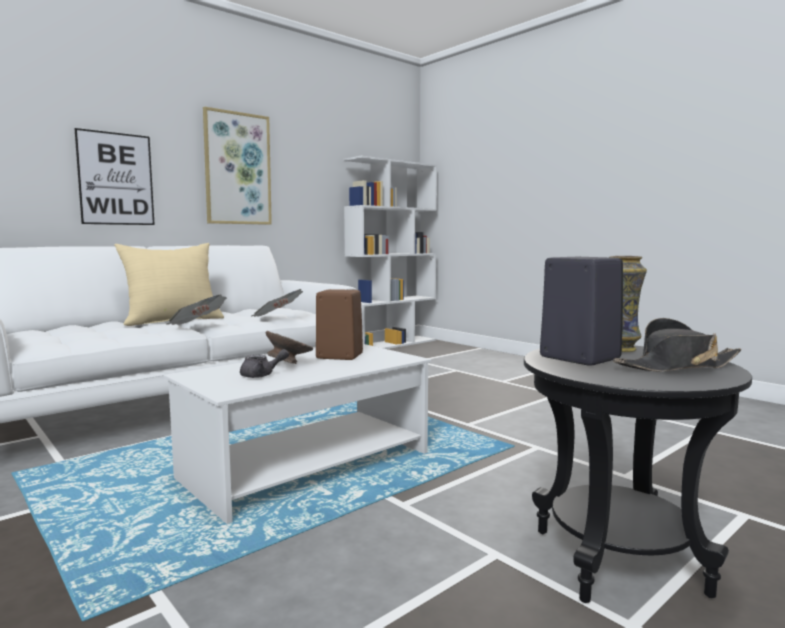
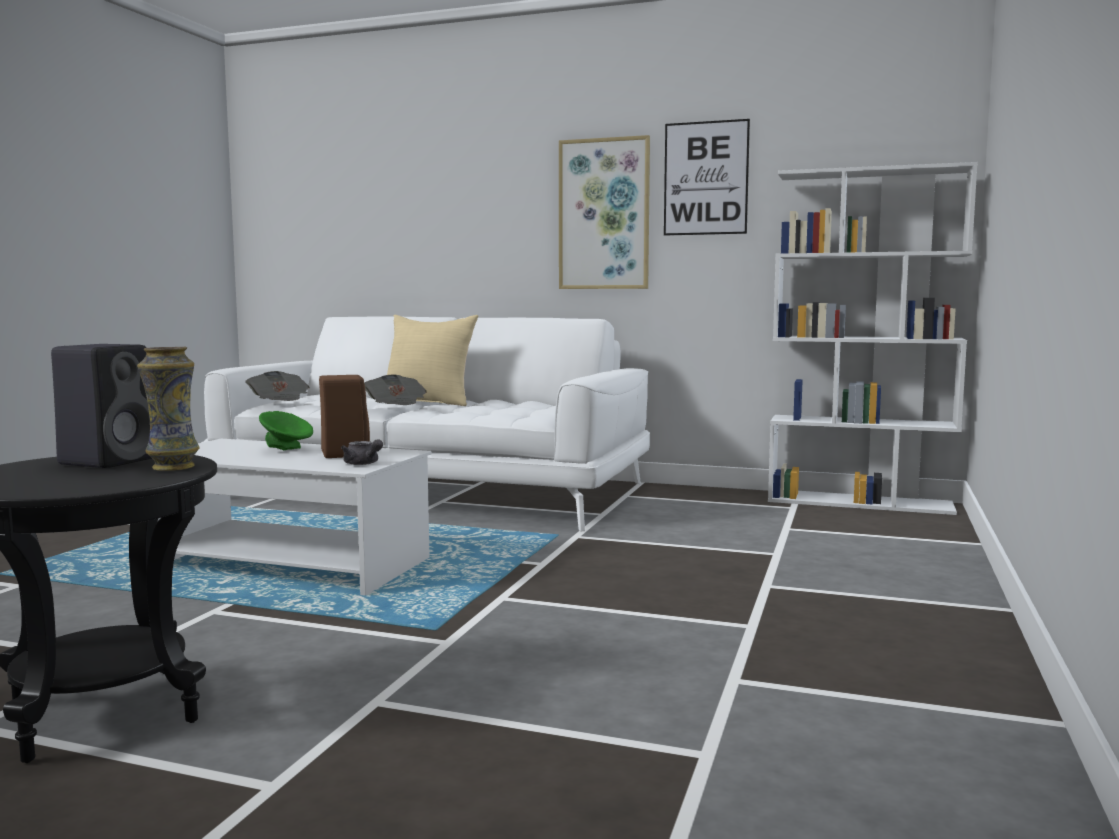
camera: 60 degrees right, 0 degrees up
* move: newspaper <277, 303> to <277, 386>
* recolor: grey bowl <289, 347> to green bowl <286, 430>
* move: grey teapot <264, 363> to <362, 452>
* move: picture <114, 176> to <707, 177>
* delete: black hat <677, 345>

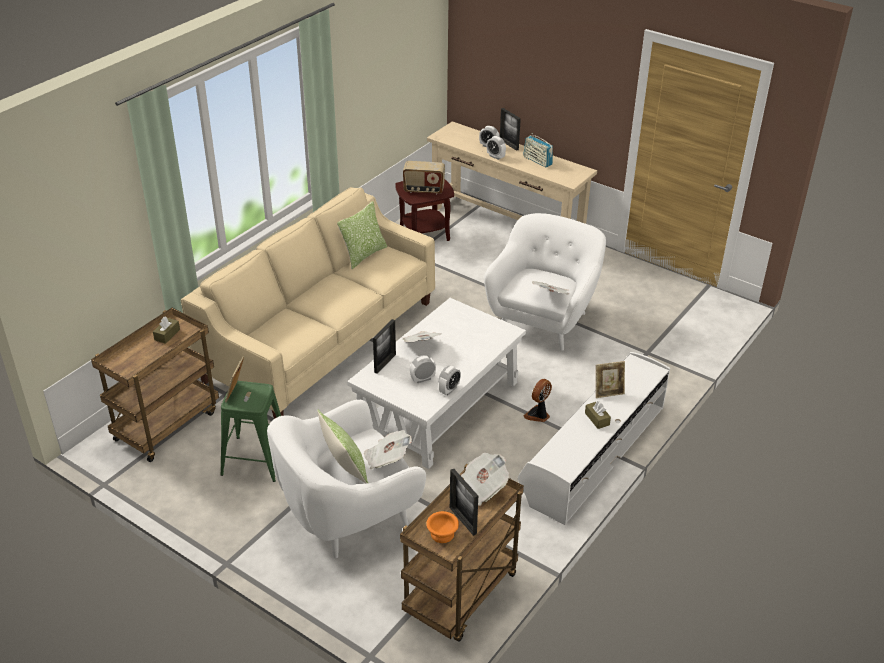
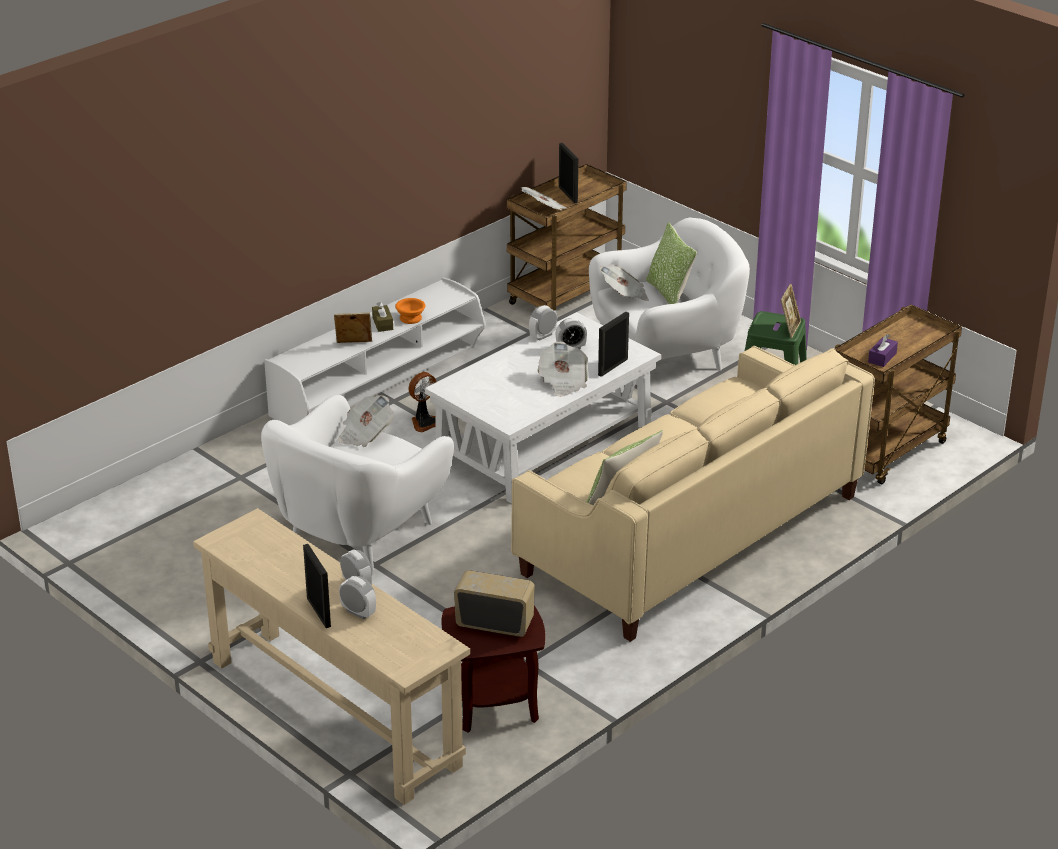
camera: 170 degrees left, 5 degrees down
* move: orange bowl <442, 527> to <410, 311>
* recolor: brown tissue box <166, 330> to purple tissue box <883, 350>
* delete: radio <538, 150>

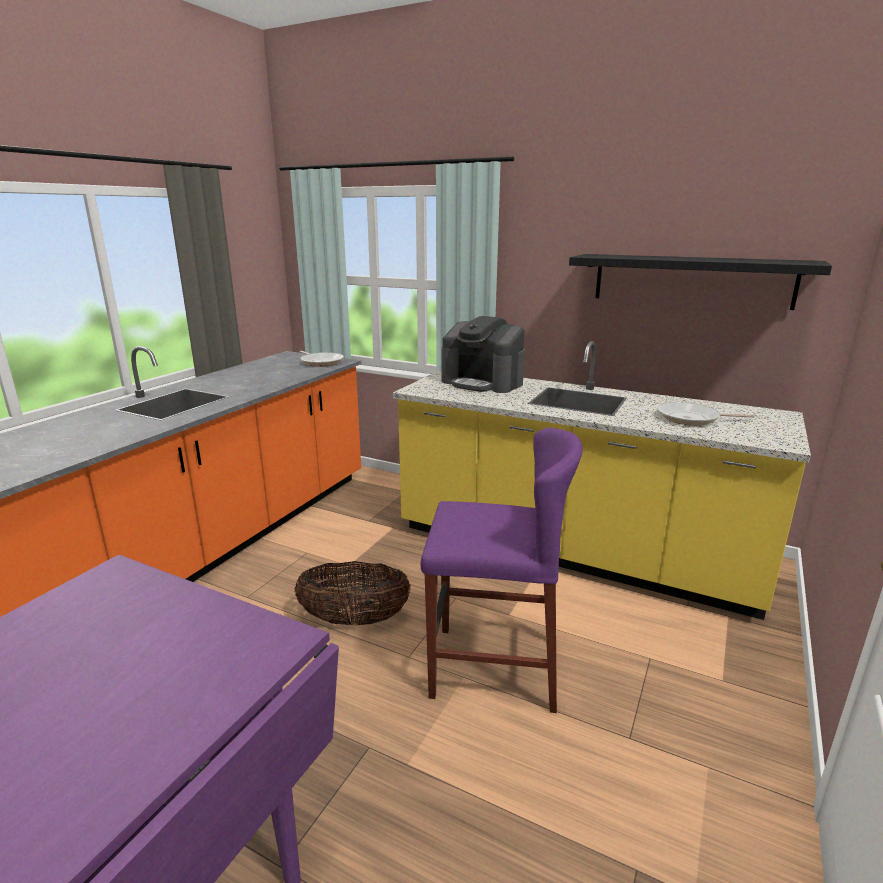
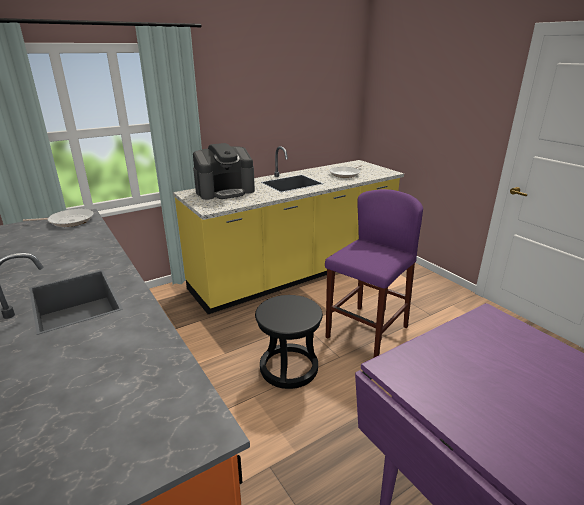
camera: 60 degrees left, 5 degrees up
* replace: basket <353, 593> to black stool <289, 342>
* delete: black shelf <700, 282>

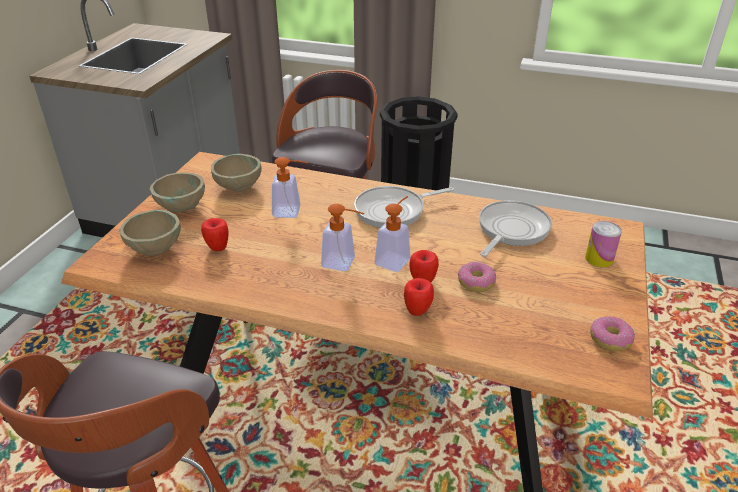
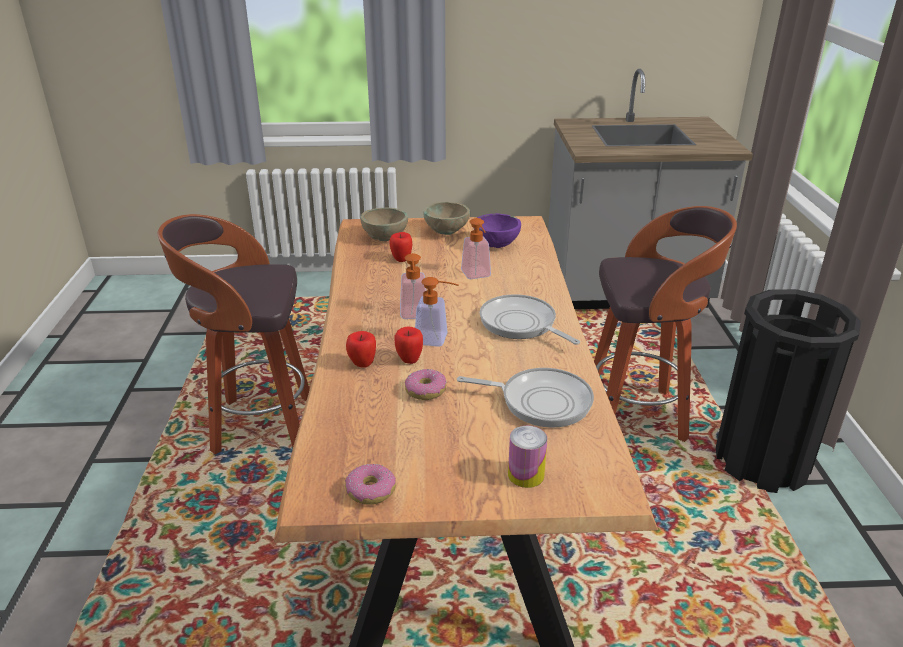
camera: 70 degrees right, 5 degrees down
* recolor: beige bowl <236, 173> to purple bowl <499, 230>

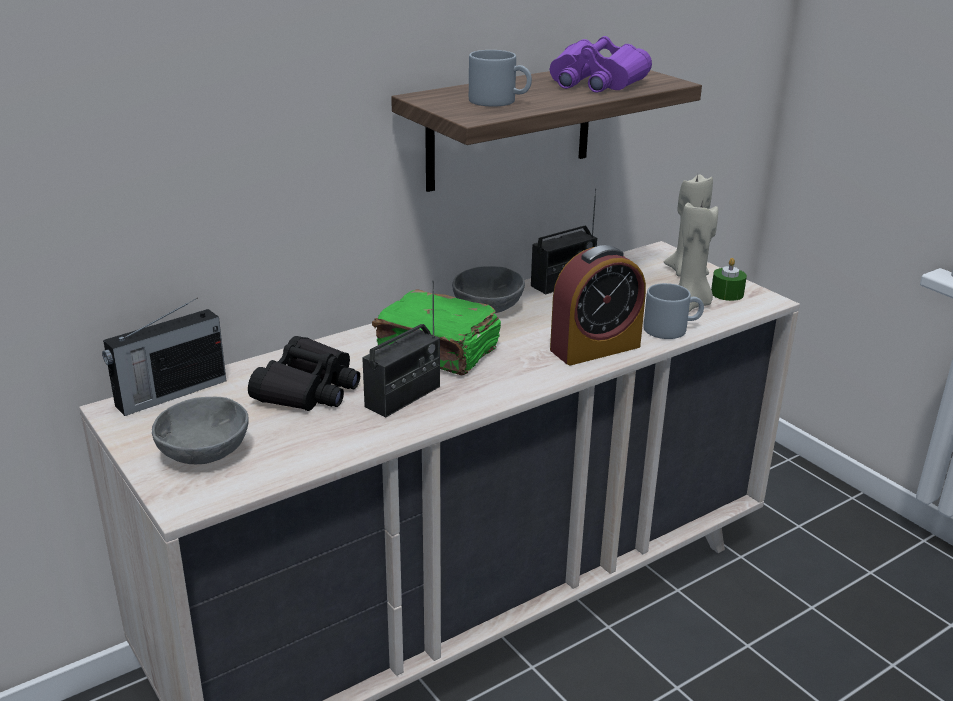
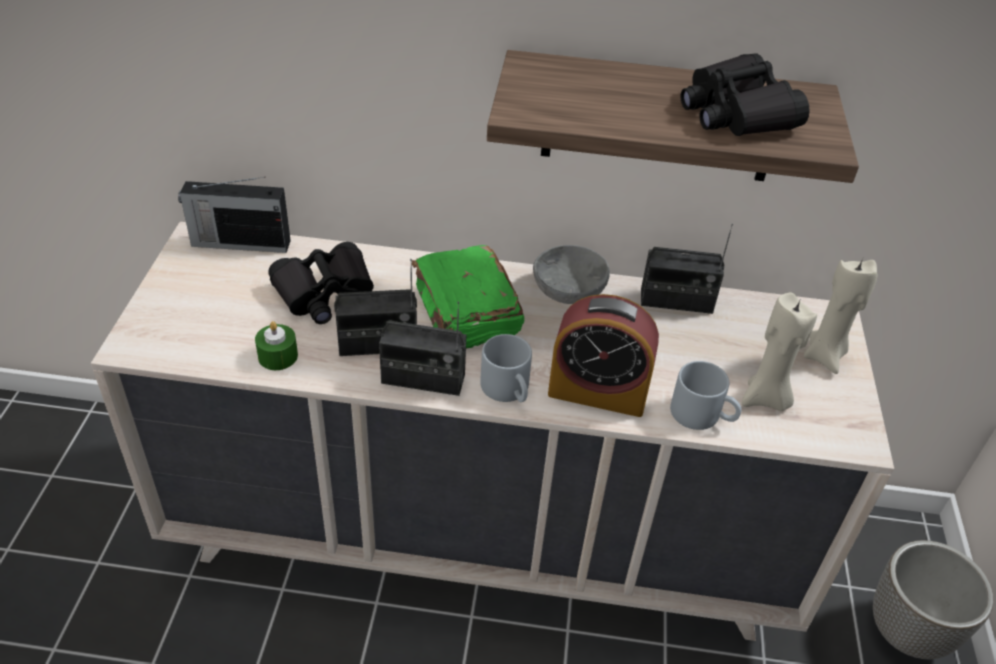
camera: 40 degrees right, 15 degrees up
* move: green candle <729, 279> to <276, 345>
* insert: radio <422, 348>
* move: grey mug <500, 78> to <506, 368>
* recolor: purple binoculars <601, 64> to black binoculars <745, 94>
* insert: planter <933, 599>
* delete: grey bowl <200, 430>

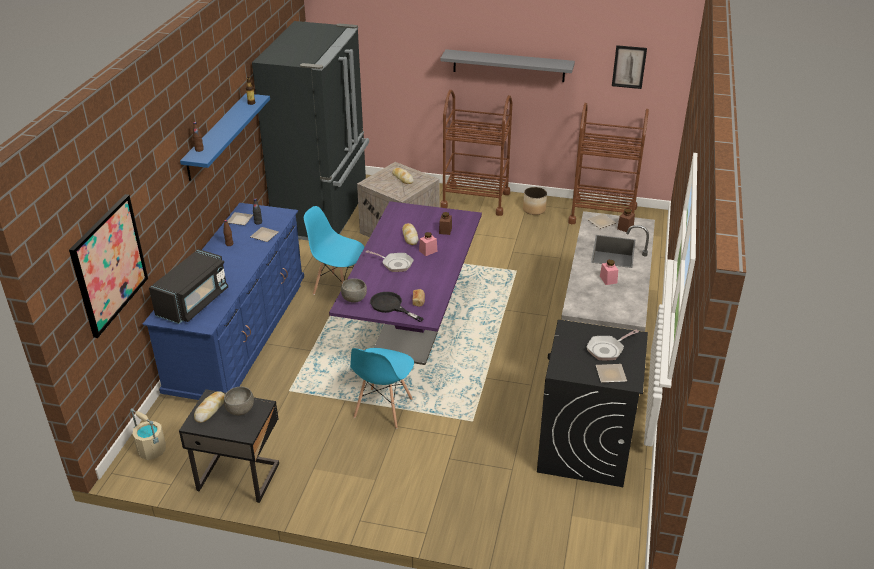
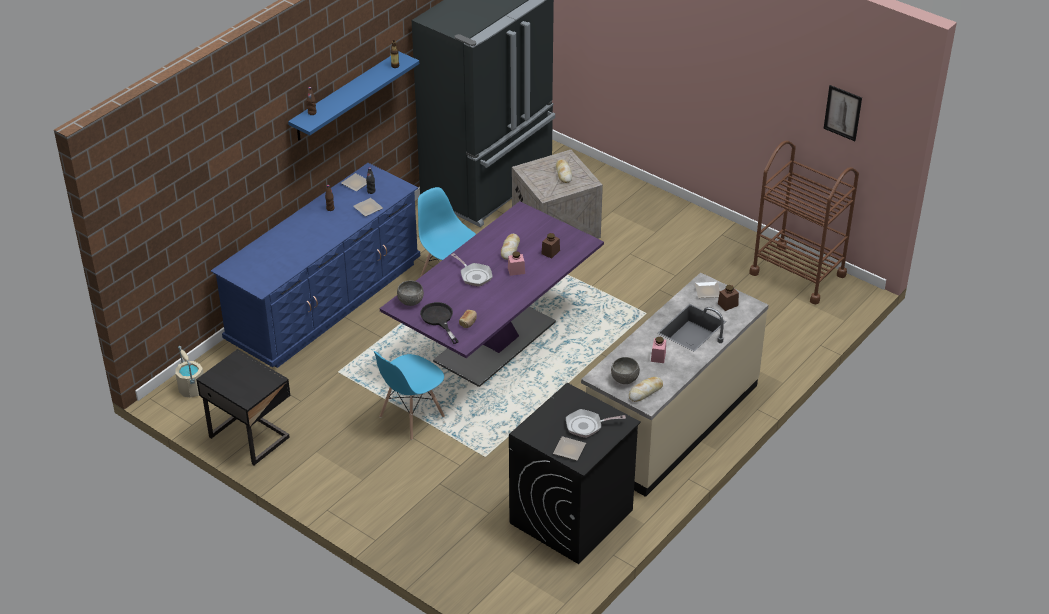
camera: 25 degrees right, 5 degrees up
* move: grey bowl <239, 401> to <625, 370>
* move: bread <209, 407> to <646, 389>
* delete: picture <108, 266>
* delete: black microwave <188, 286>
* delete: grey shelf <507, 65>
* delete: brown cart <476, 153>
* delete: planter <535, 201>

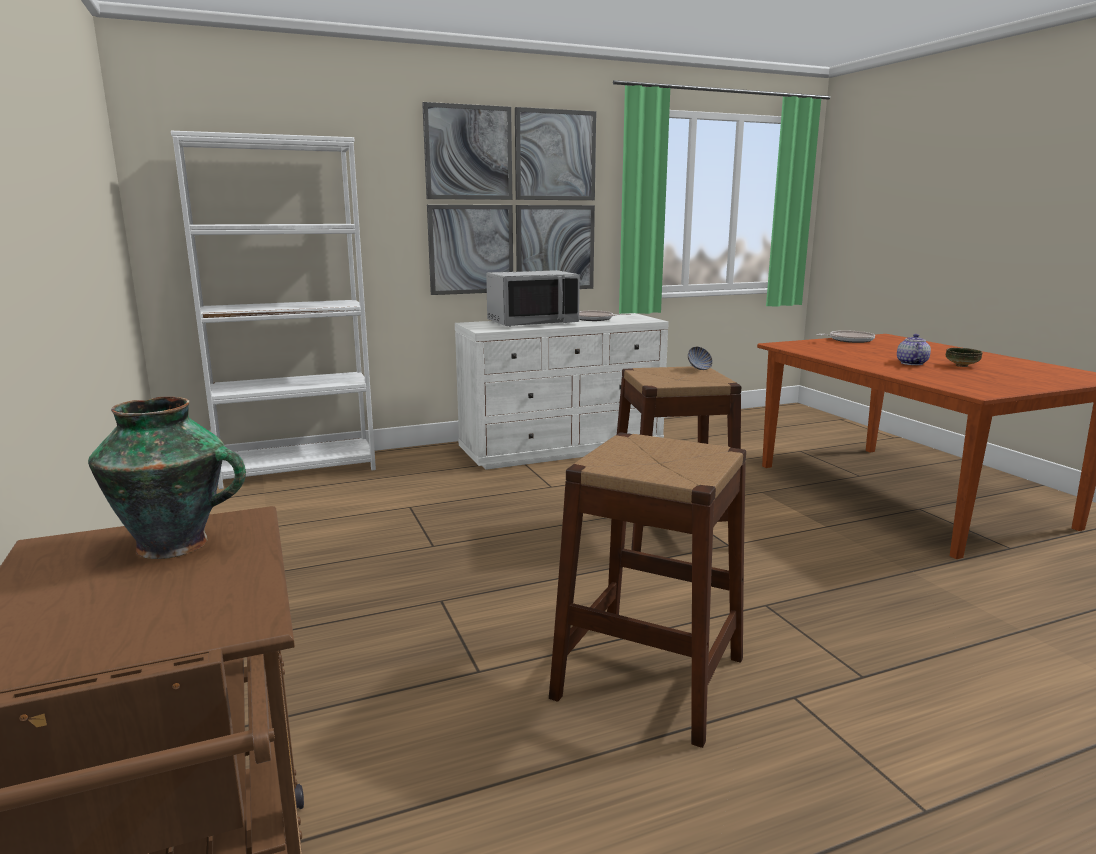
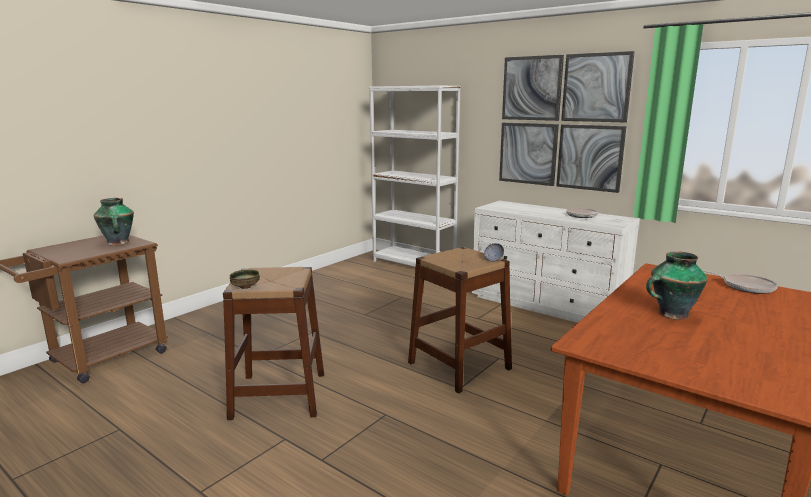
camera: 60 degrees right, 0 degrees up
* move: bowl <964, 357> to <245, 279>
* replace: teapot <914, 349> to vase <677, 285>
* delete: grey microwave <533, 298>

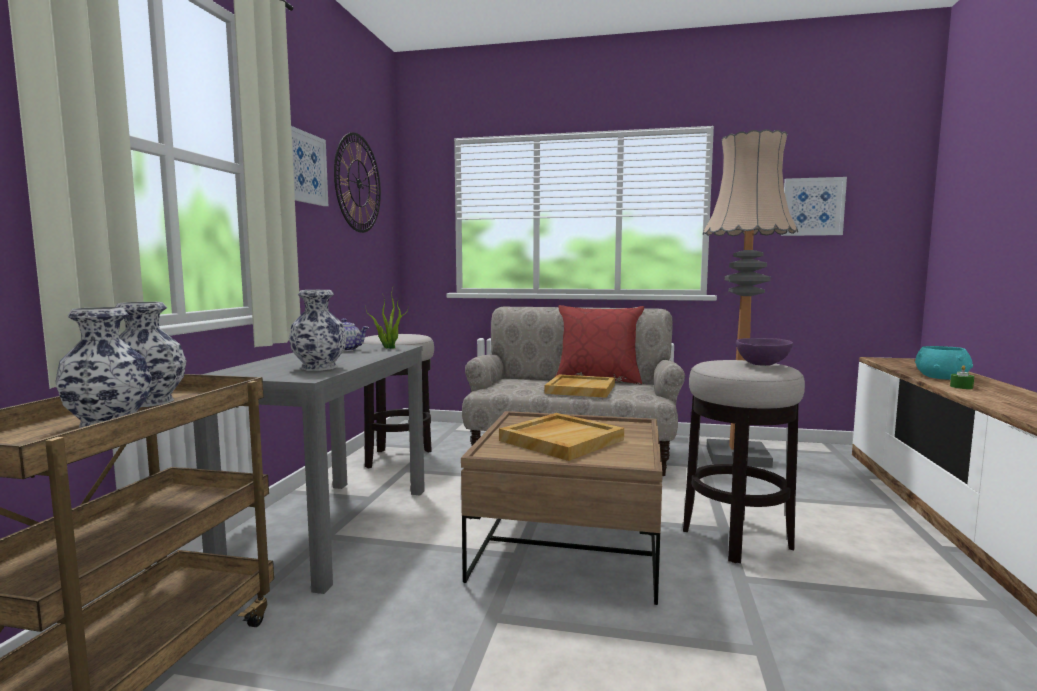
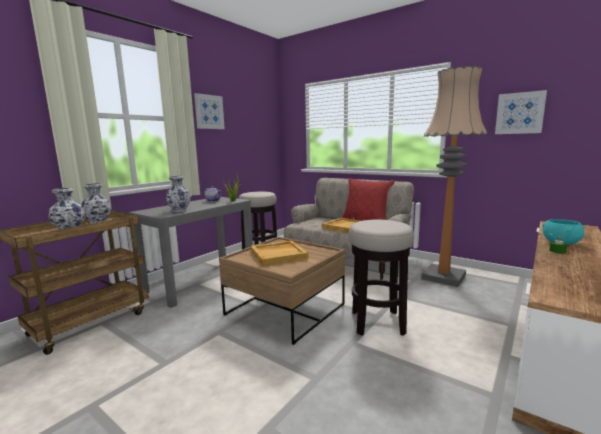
camera: 25 degrees right, 5 degrees up
* delete: wall clock <357, 182>
* delete: purple bowl <764, 352>

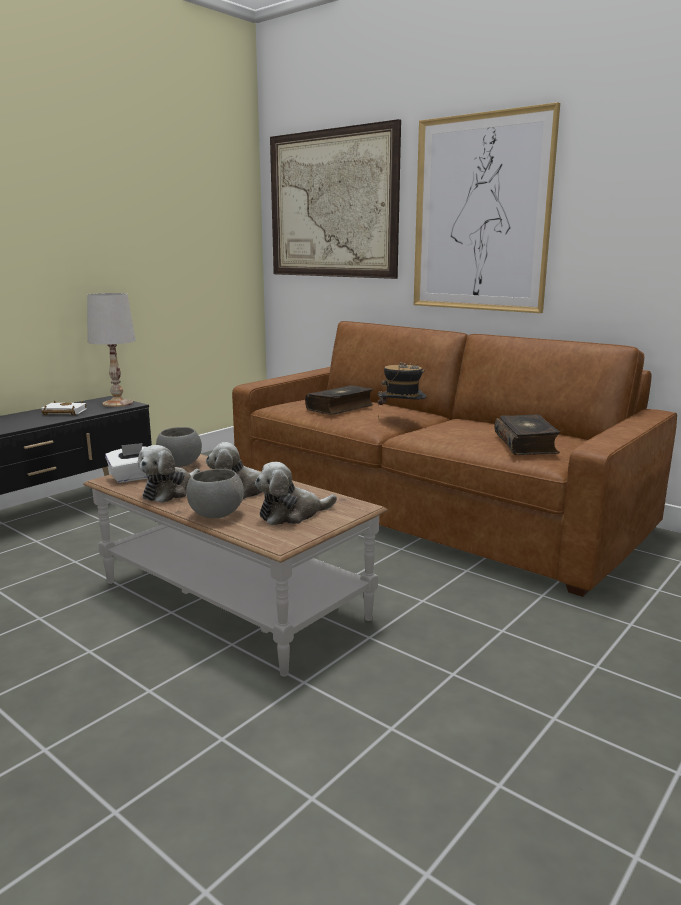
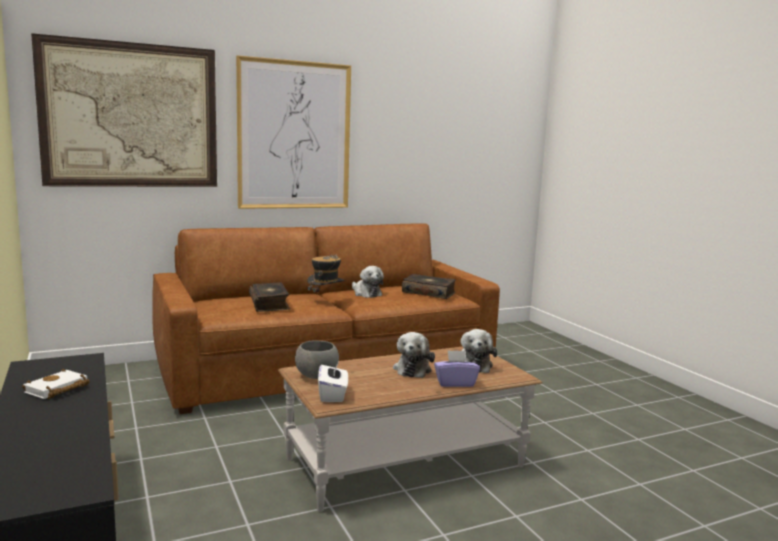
camera: 65 degrees left, 5 degrees down
* move: plush toy <169, 474> to <368, 282>
* replace: grey bowl <215, 493> to purple tissue box <457, 368>
* delete: white table lamp <111, 350>

